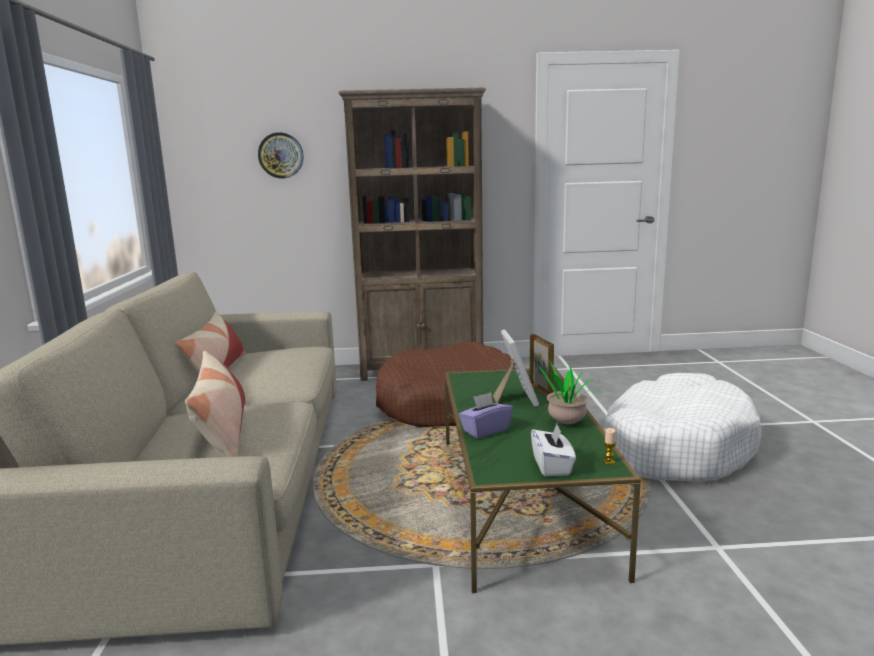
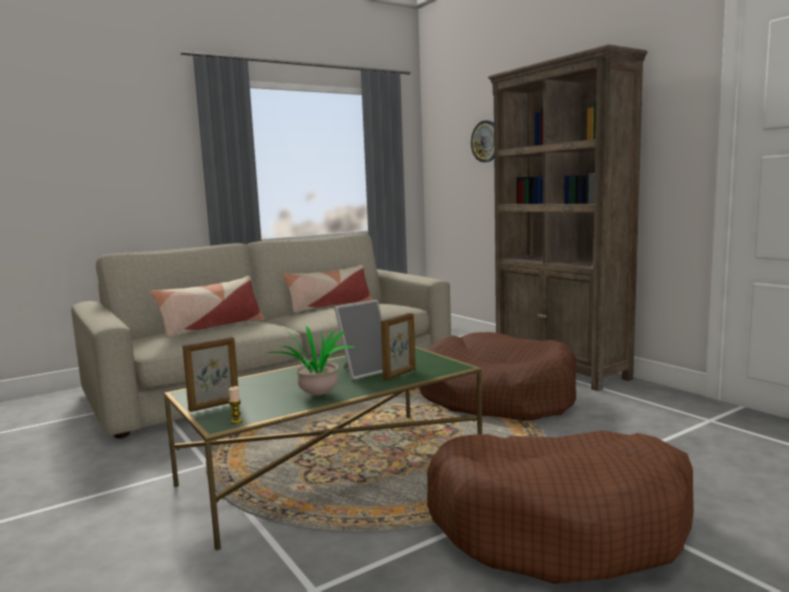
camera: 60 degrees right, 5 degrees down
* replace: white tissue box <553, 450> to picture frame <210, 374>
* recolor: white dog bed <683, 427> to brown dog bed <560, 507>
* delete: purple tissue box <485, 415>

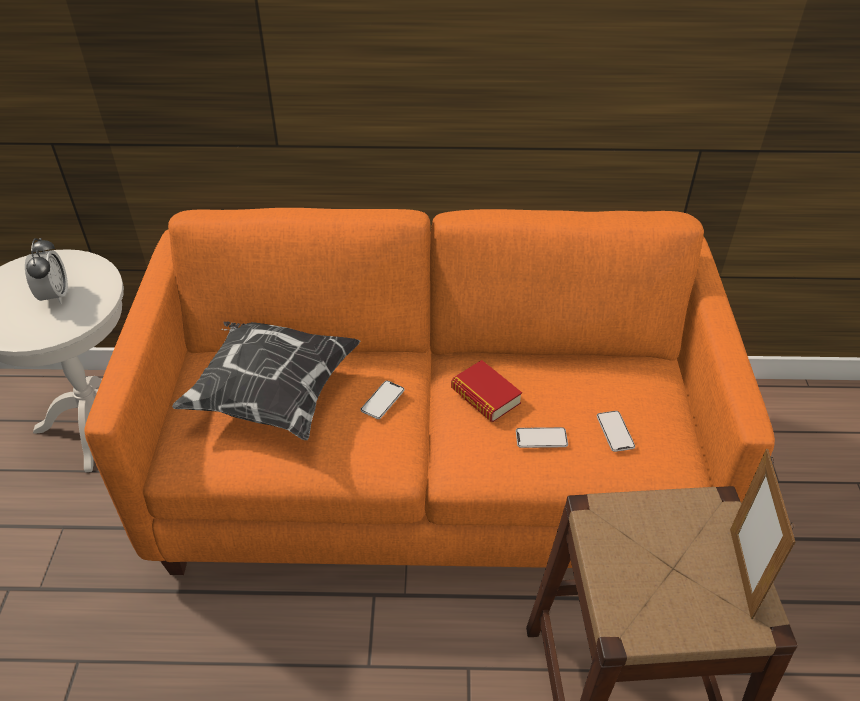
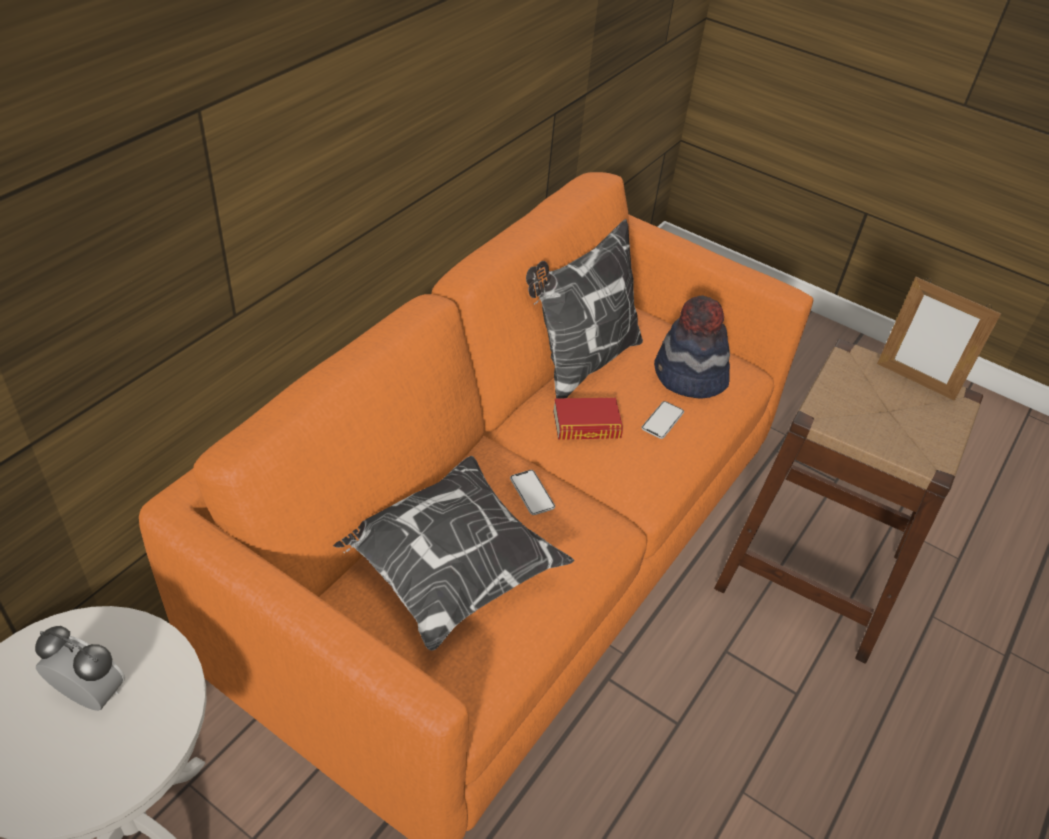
camera: 60 degrees left, 0 degrees up
* insert: pillow <584, 308>
* replace: phone <616, 431> to hat <692, 347>

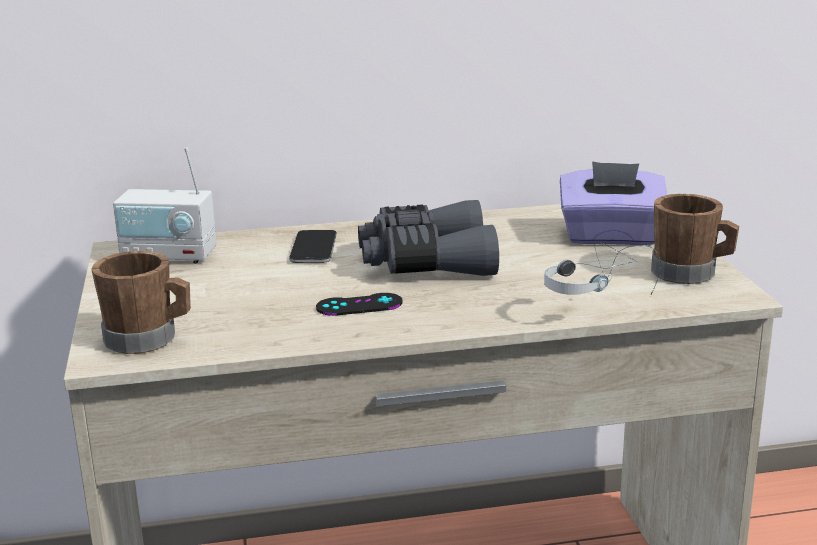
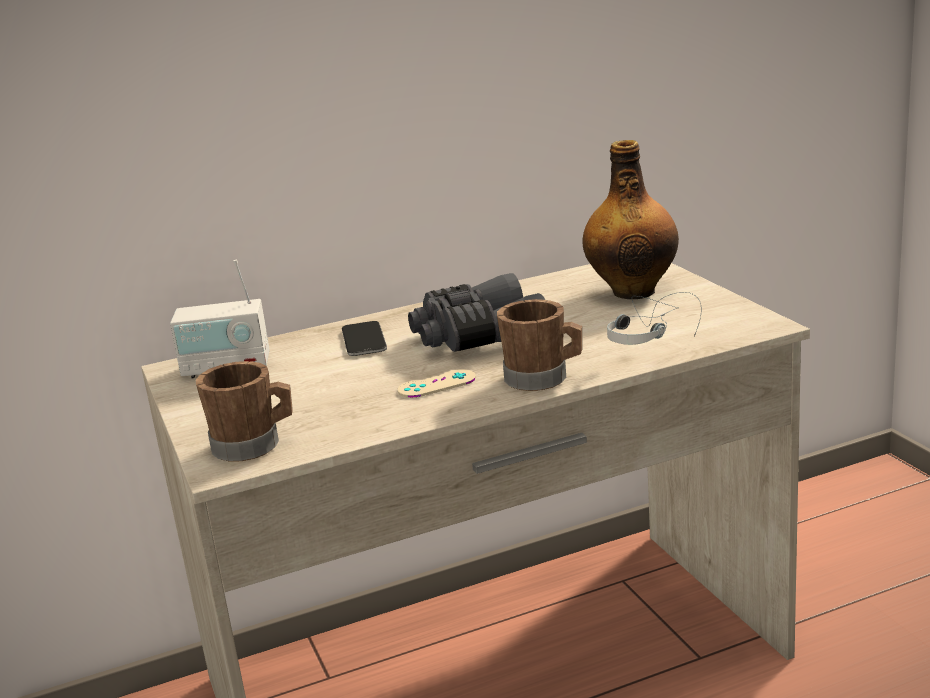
camera: 10 degrees left, 0 degrees up
* recolor: black game controller <359, 304> to beige game controller <436, 383>
* move: brown mug <695, 239> to <540, 345>
* replace: purple tissue box <613, 203> to bottle <631, 219>

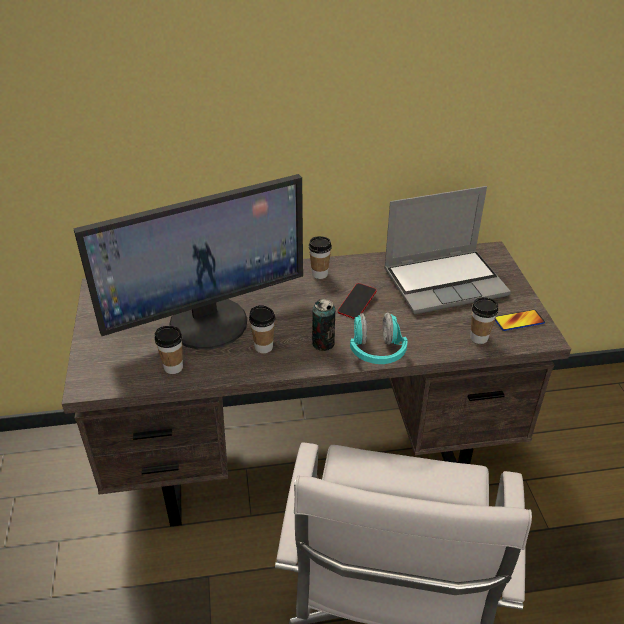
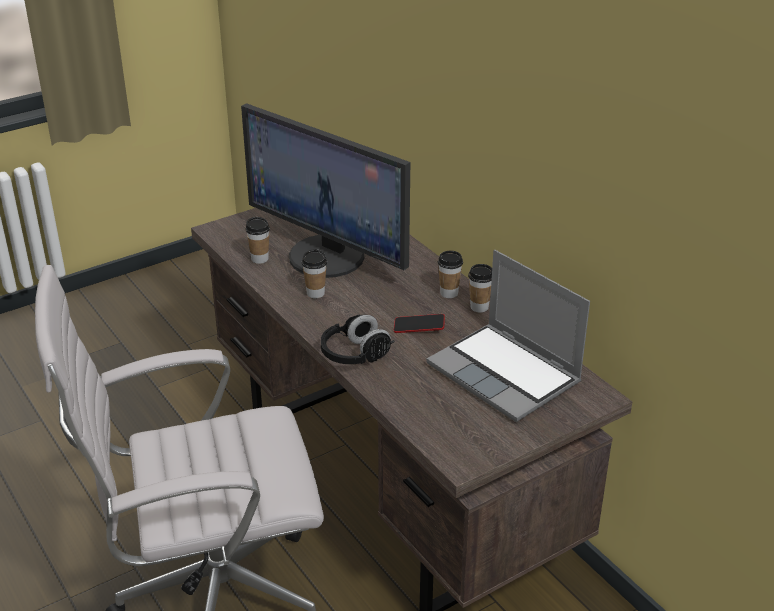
camera: 65 degrees right, 5 degrees down
* recolor: turquoise headphones <379, 338> to black headphones <358, 339>
* move: cup <484, 320> to <480, 288>
* delete: can <323, 325>
* delete: phone <520, 320>

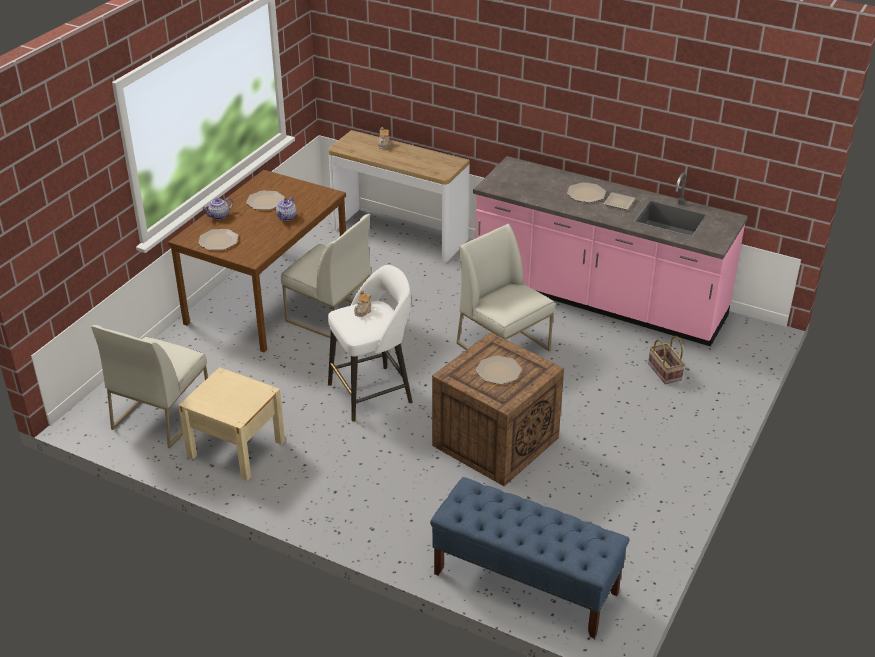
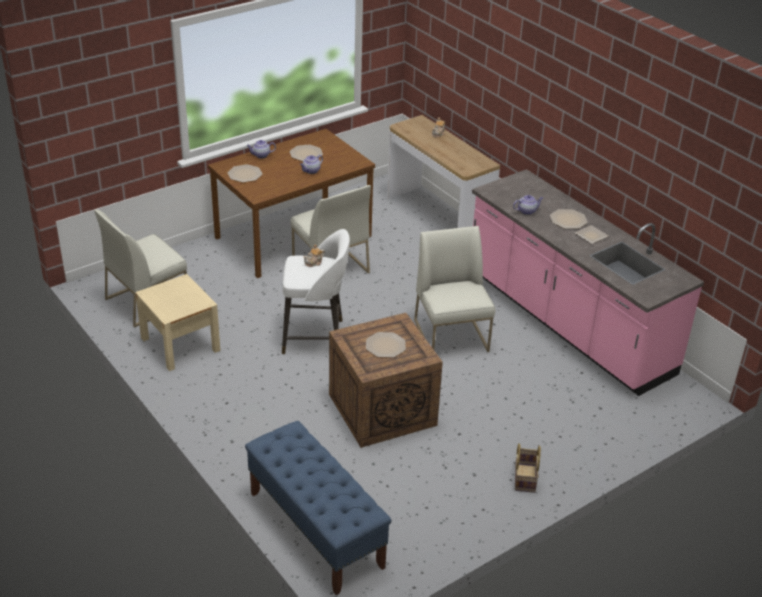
camera: 25 degrees right, 0 degrees up
* insert: teapot <528, 205>
* move: basket <666, 360> to <528, 468>

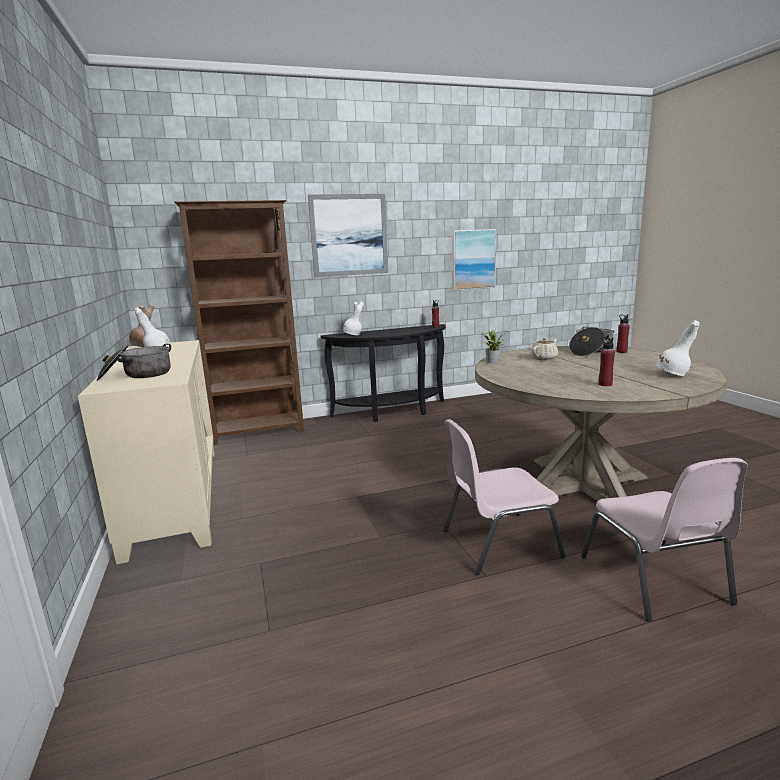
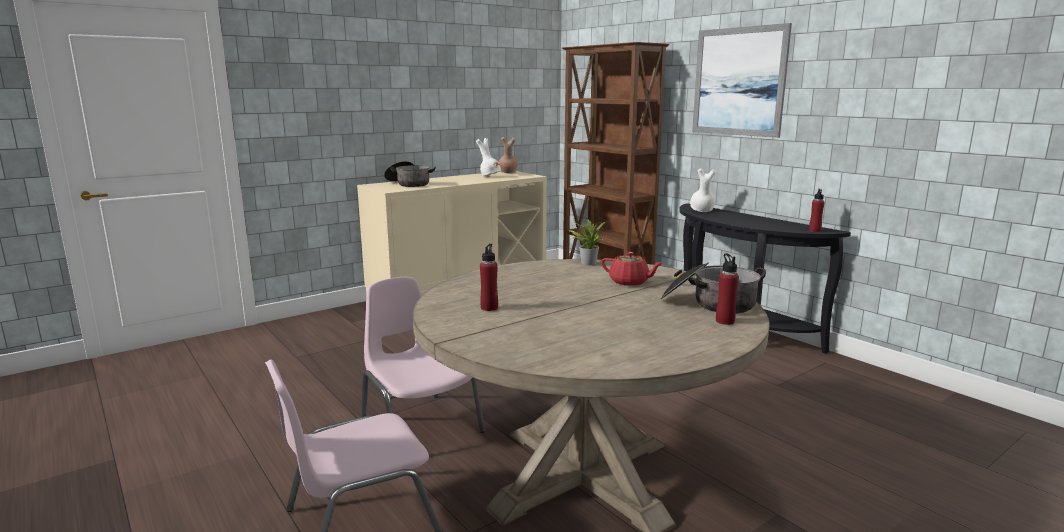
camera: 70 degrees right, 0 degrees up
* recolor: beige teapot <544, 349> to red teapot <632, 269>
* delete: picture <474, 259>
* delete: white vase <678, 348>

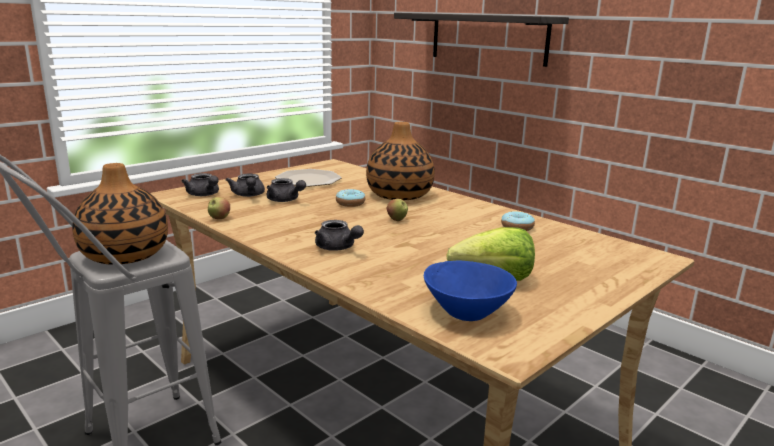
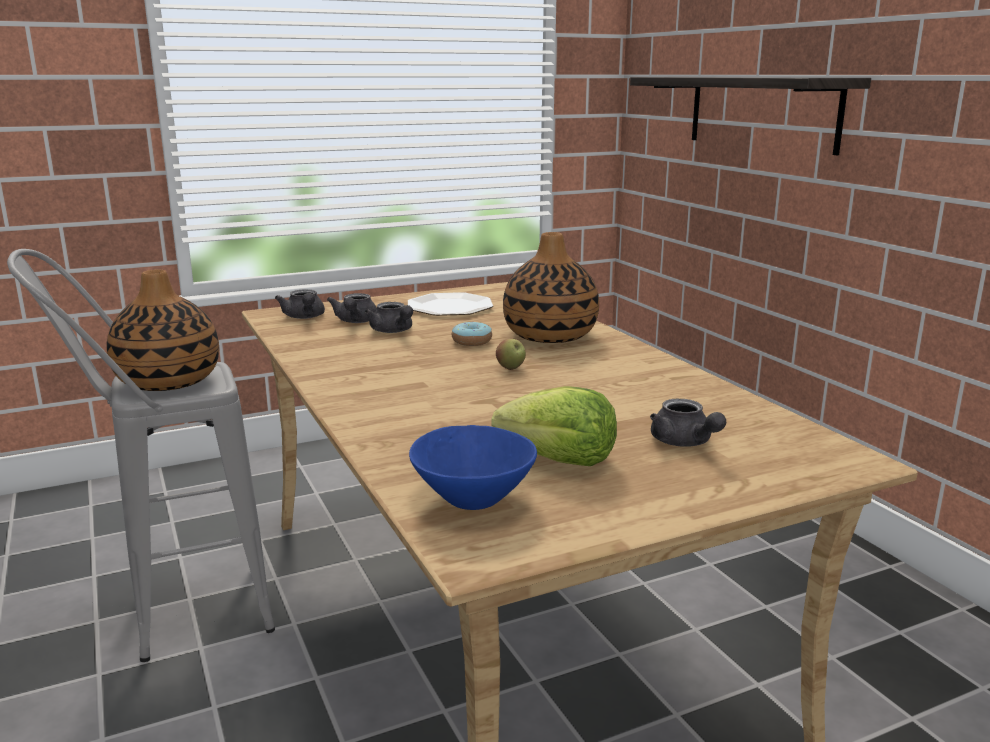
camera: 20 degrees right, 0 degrees up
* move: grey teapot <339, 235> to <688, 422>
* delete: apple <219, 208>
* delete: donut <518, 221>

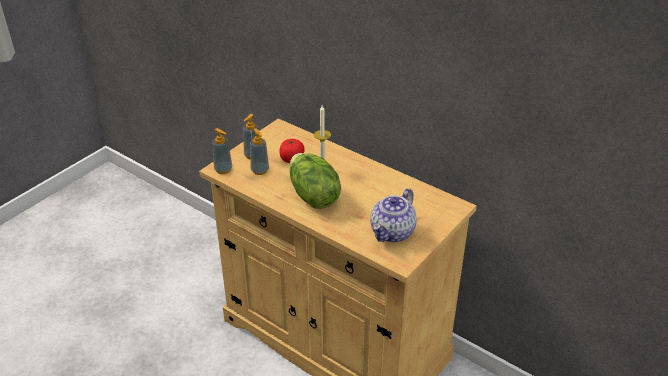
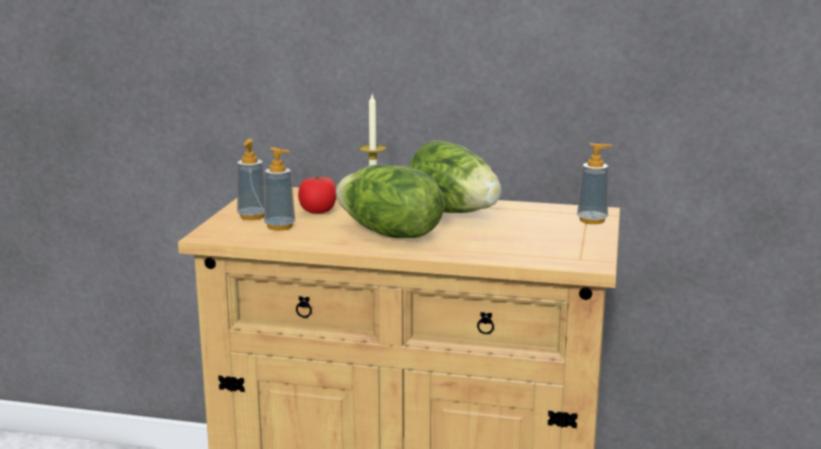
camera: 25 degrees left, 20 degrees down
* insert: lettuce <455, 176>
* move: soap dispenser <222, 151> to <595, 183>
* delete: teapot <394, 215>

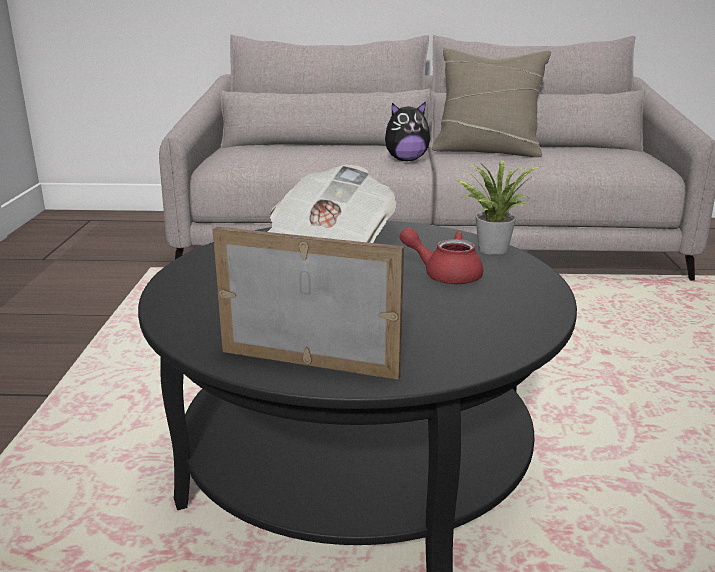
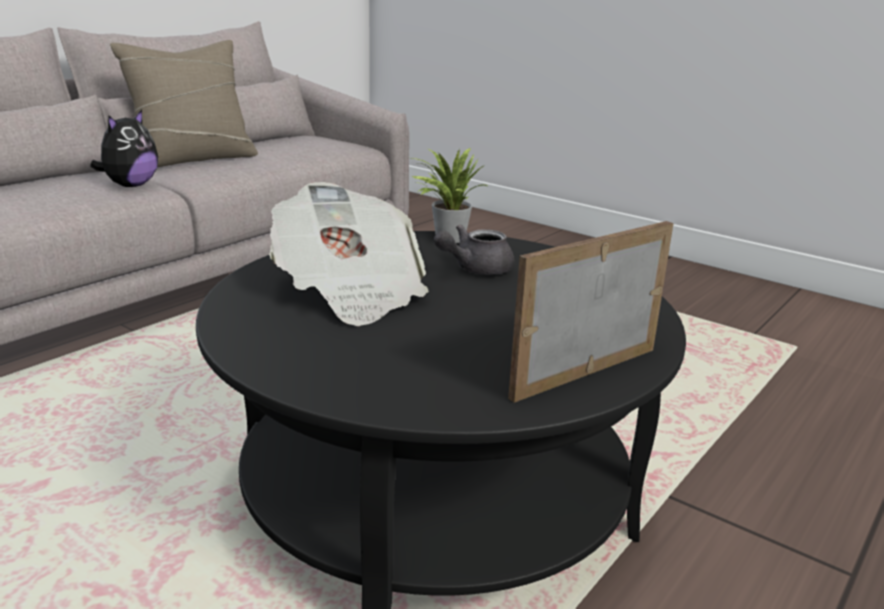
camera: 55 degrees left, 0 degrees up
* recolor: red teapot <441, 255> to grey teapot <474, 250>

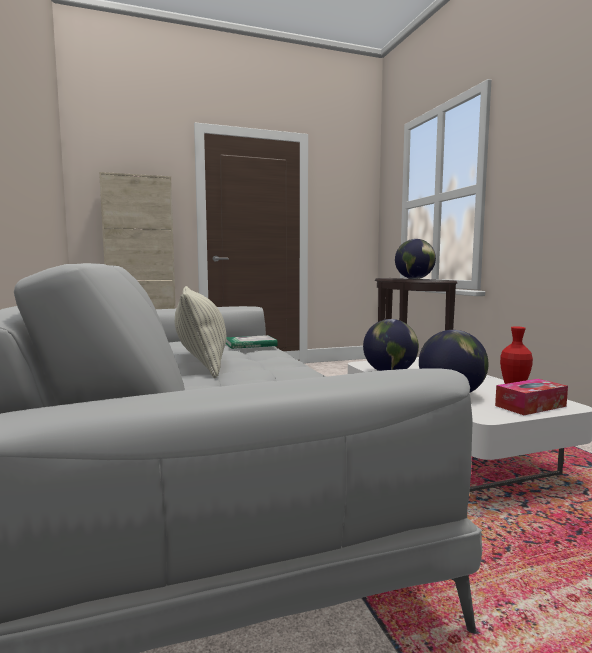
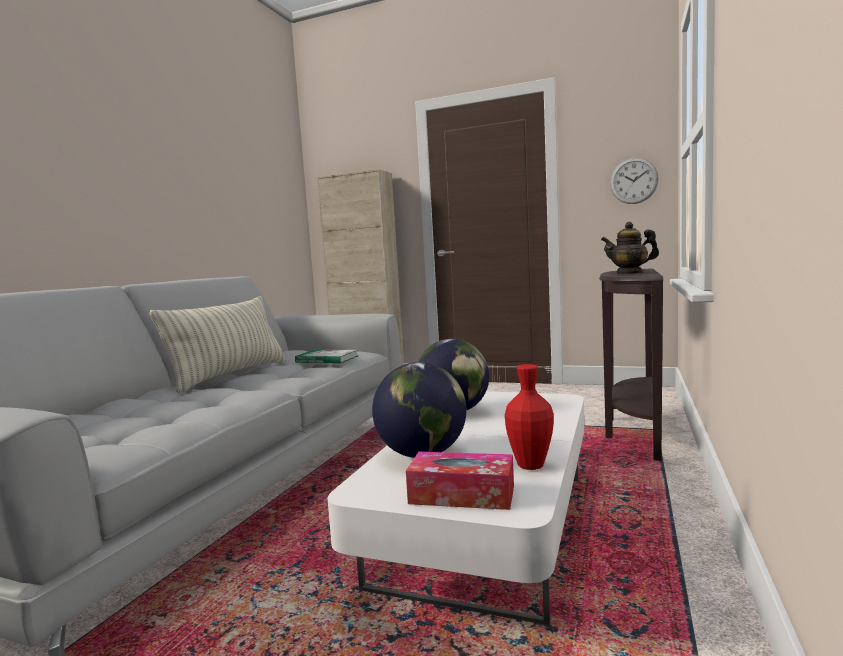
camera: 40 degrees right, 0 degrees up
* replace: globe <415, 259> to teapot <630, 248>
* insert: wall clock <634, 181>

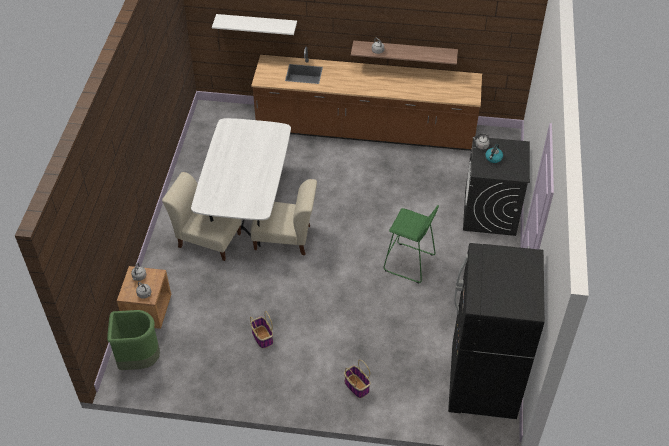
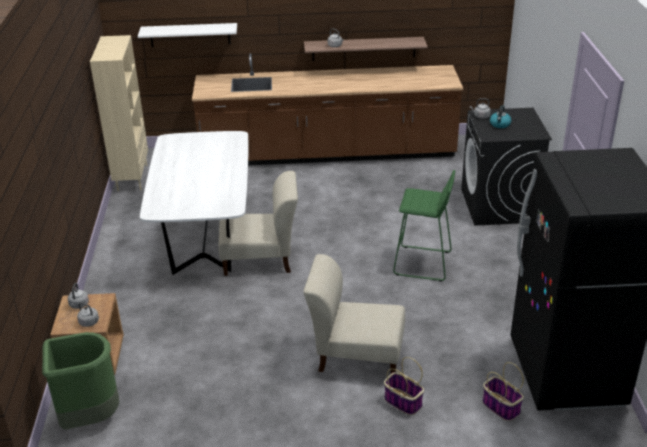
camera: 10 degrees left, 15 degrees down
* insert: beige bookcase <119, 113>
* move: beige chair <202, 216> to <354, 313>
* move: basket <261, 329> to <503, 391>

